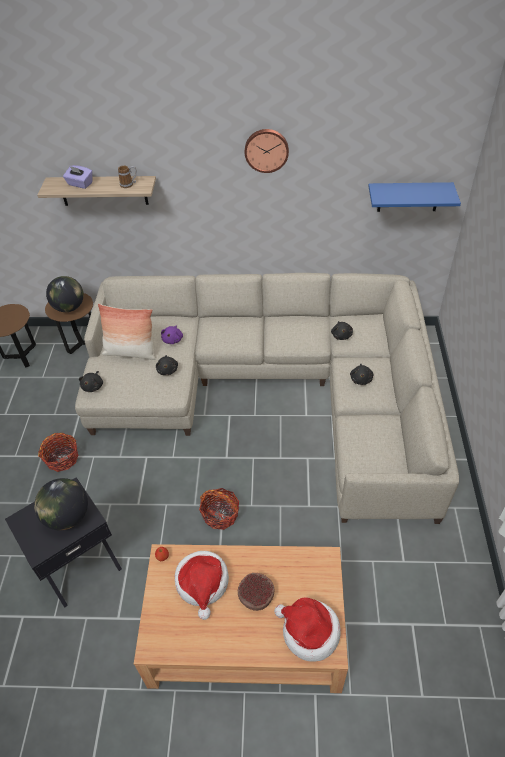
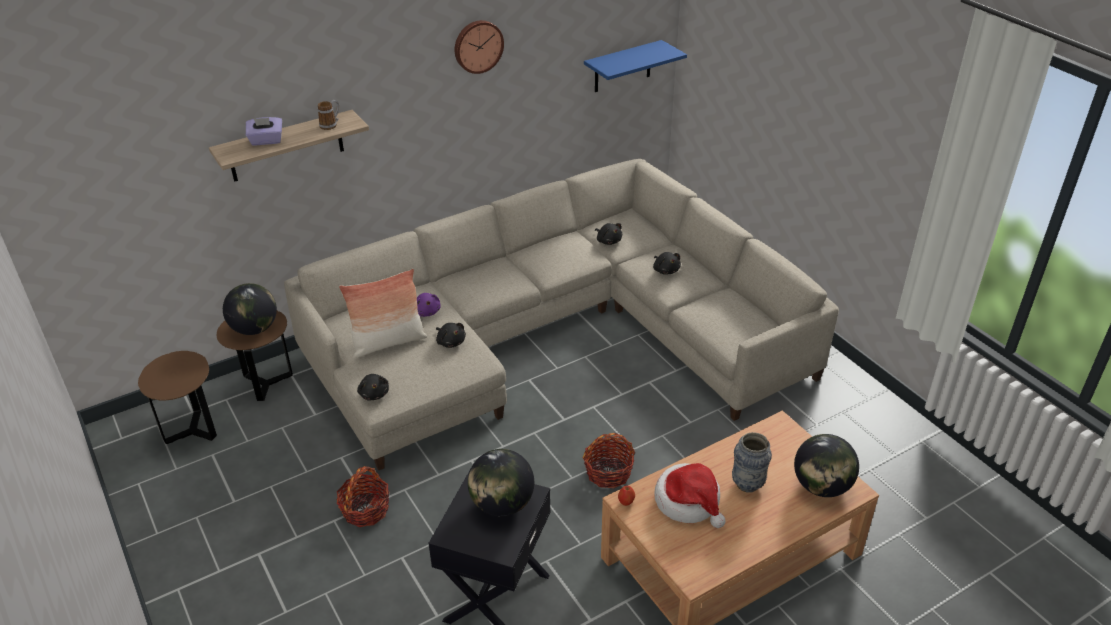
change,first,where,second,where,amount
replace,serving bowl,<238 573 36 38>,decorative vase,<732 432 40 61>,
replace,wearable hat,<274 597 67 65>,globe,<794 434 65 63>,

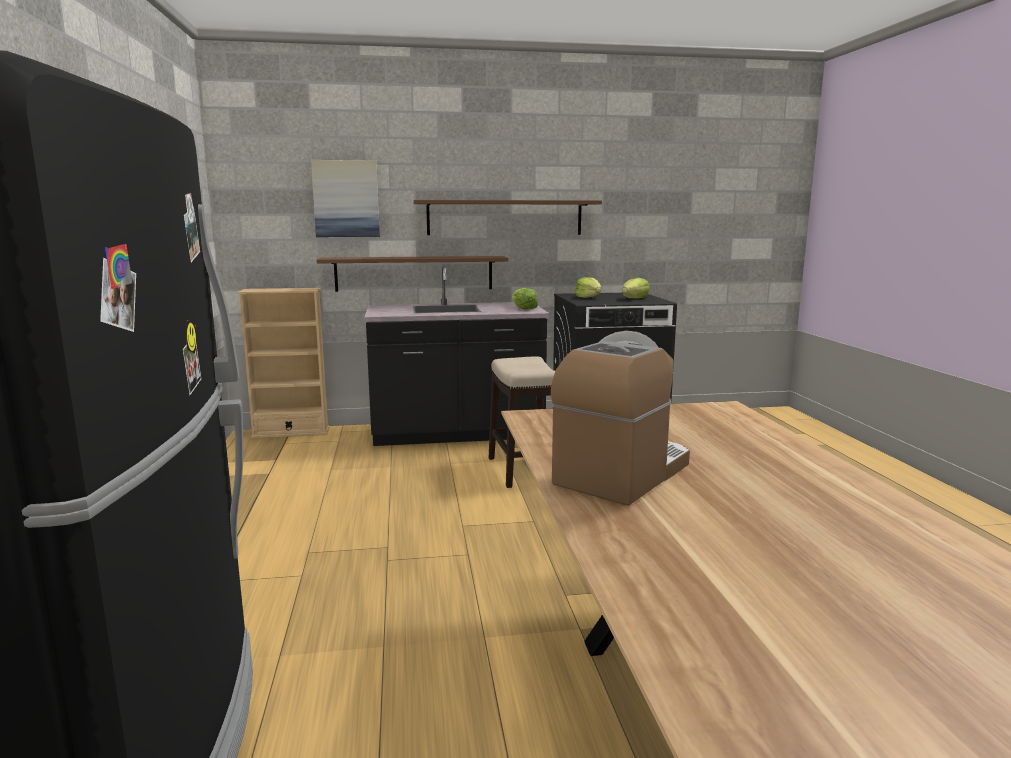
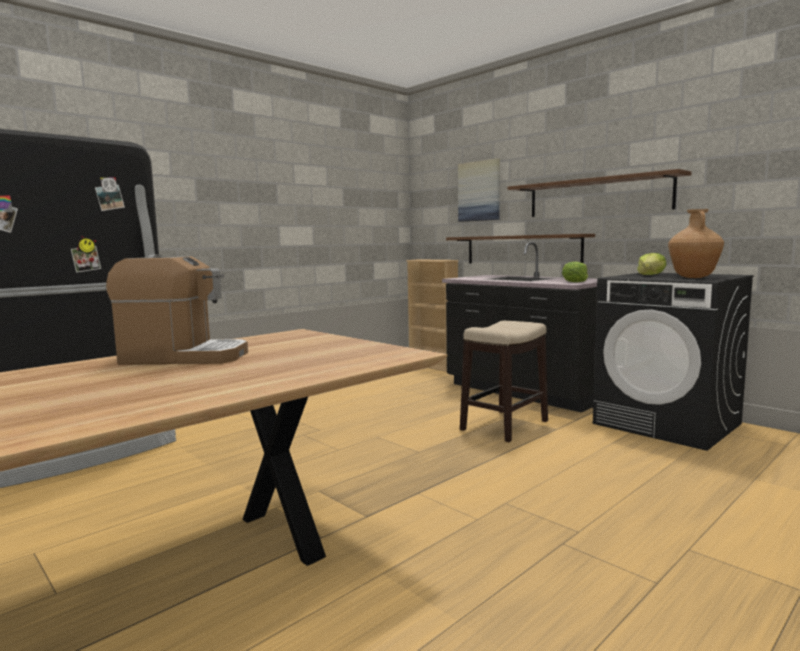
change,first,where,second,where,amount
replace,lettuce,<622 278 28 21>,brownish decorative vase,<668 209 56 69>,

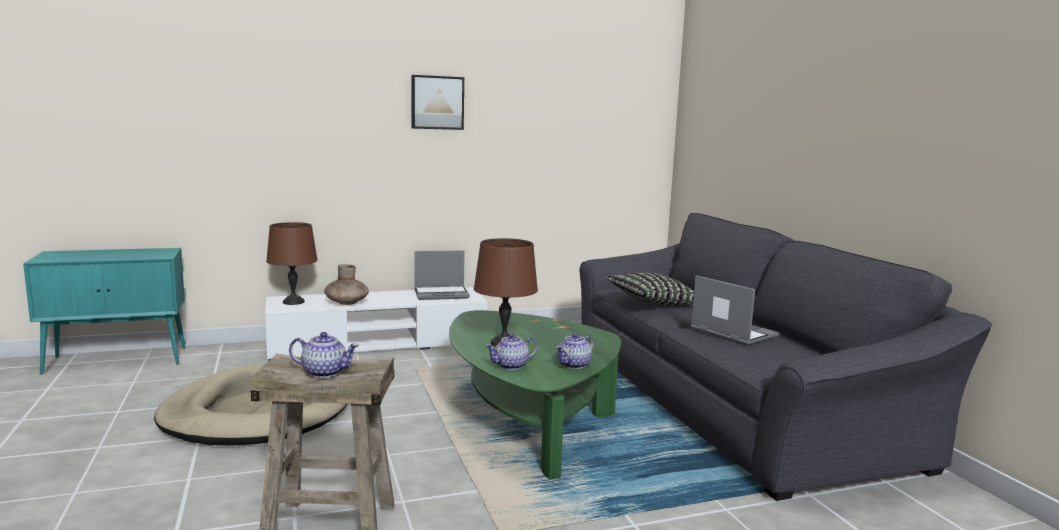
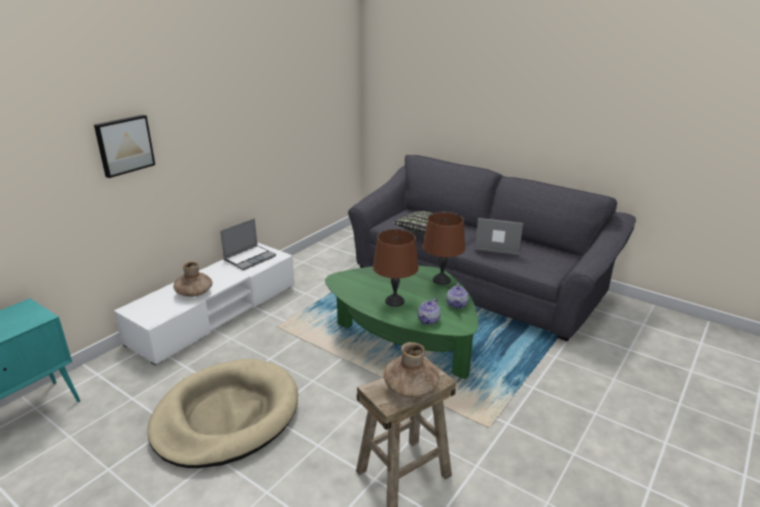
change,first,where,second,where,amount
move,brownish lamp for a table,<266 222 52 83>,,<423 212 43 73>,
move,picture,<412 75 52 55>,,<94 115 61 63>,
replace,tea pot,<289 332 70 46>,brownish decorative vase,<383 342 56 56>,

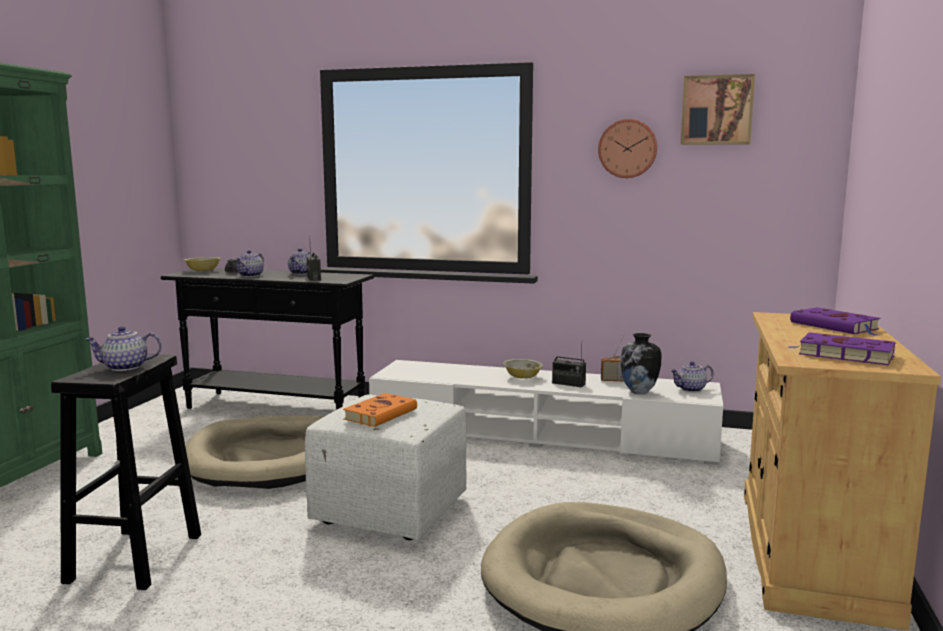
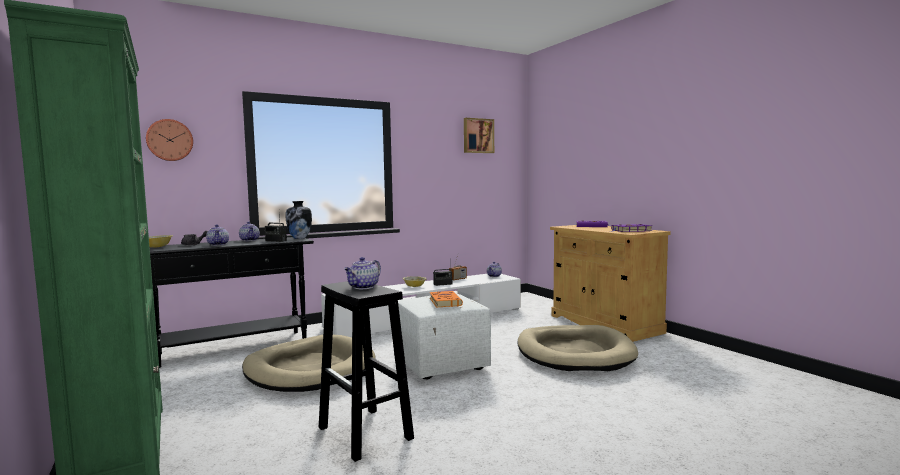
change,first,where,second,where,amount
move,clock on the wall,<598 119 59 59>,,<146 119 47 42>,
move,decorative vase,<620 333 41 61>,,<286 201 26 38>,

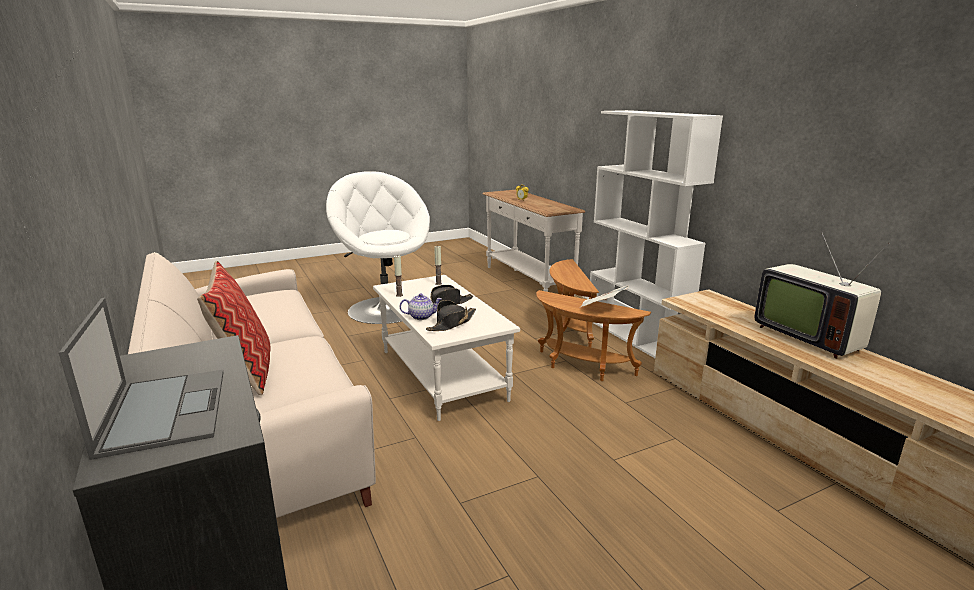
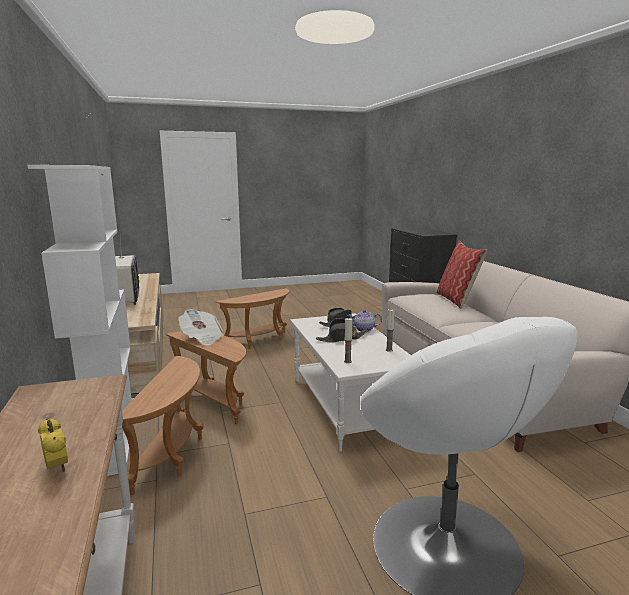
change,first,where,second,where,amount
delete,laptop,<59 298 165 162>,,,
insert,,,brownish accent table,<215 288 74 61>,

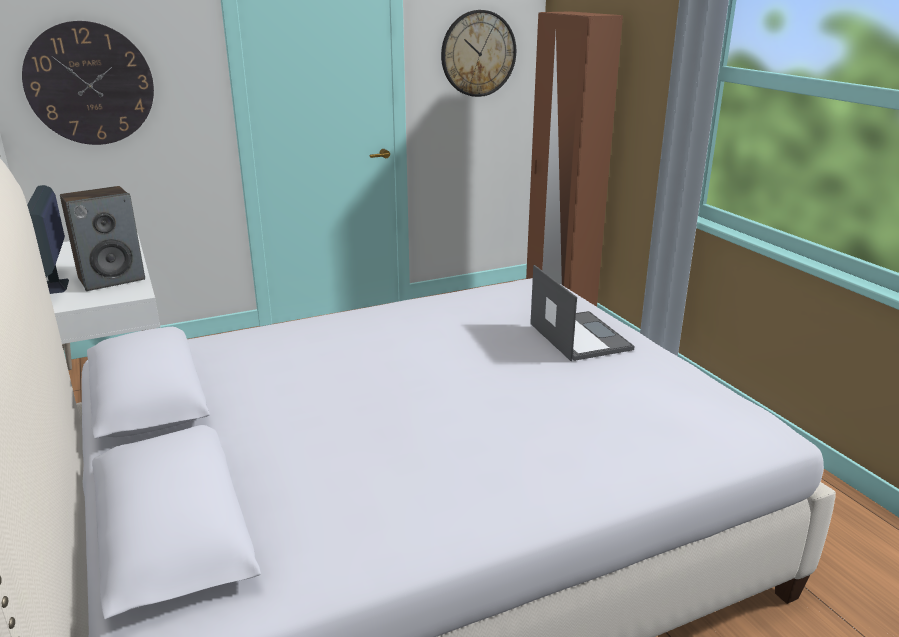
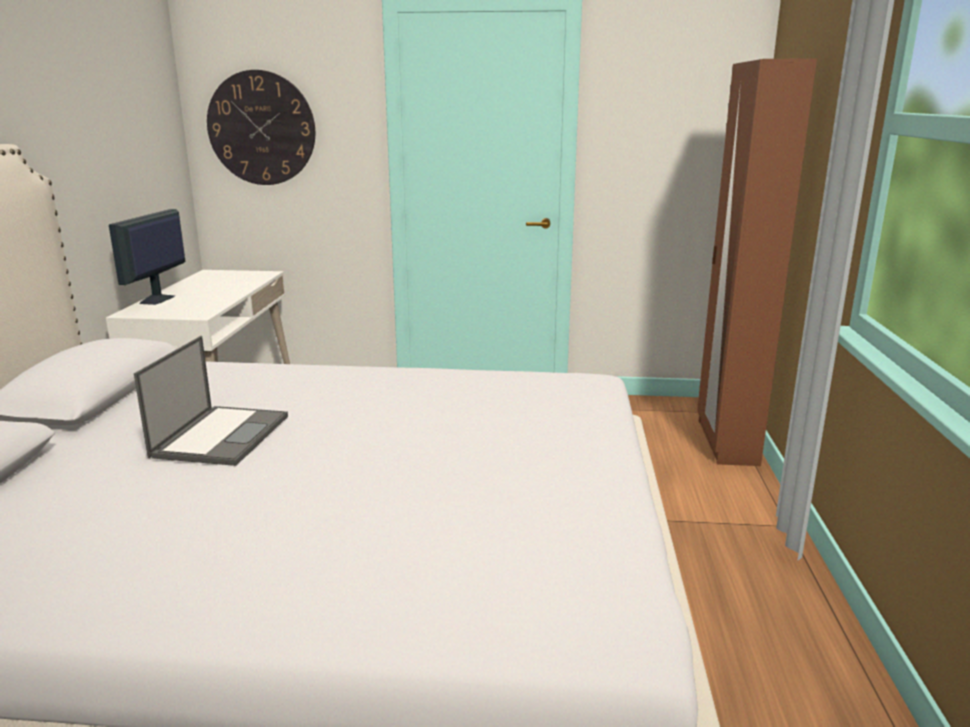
change,first,where,second,where,amount
delete,loudspeaker,<60 186 85 105>,,,
delete,clock on the wall,<441 10 75 87>,,,
move,laptop,<530 265 105 96>,,<134 336 154 130>,

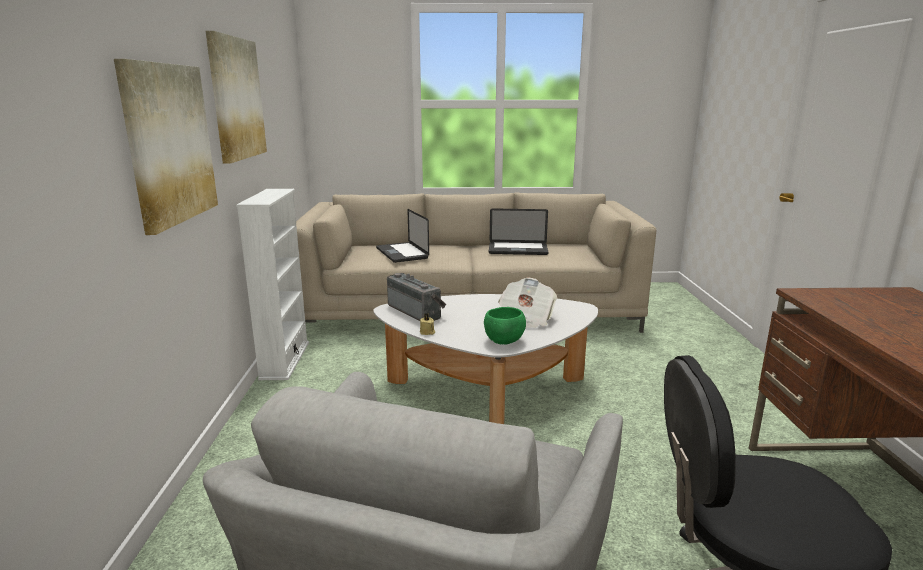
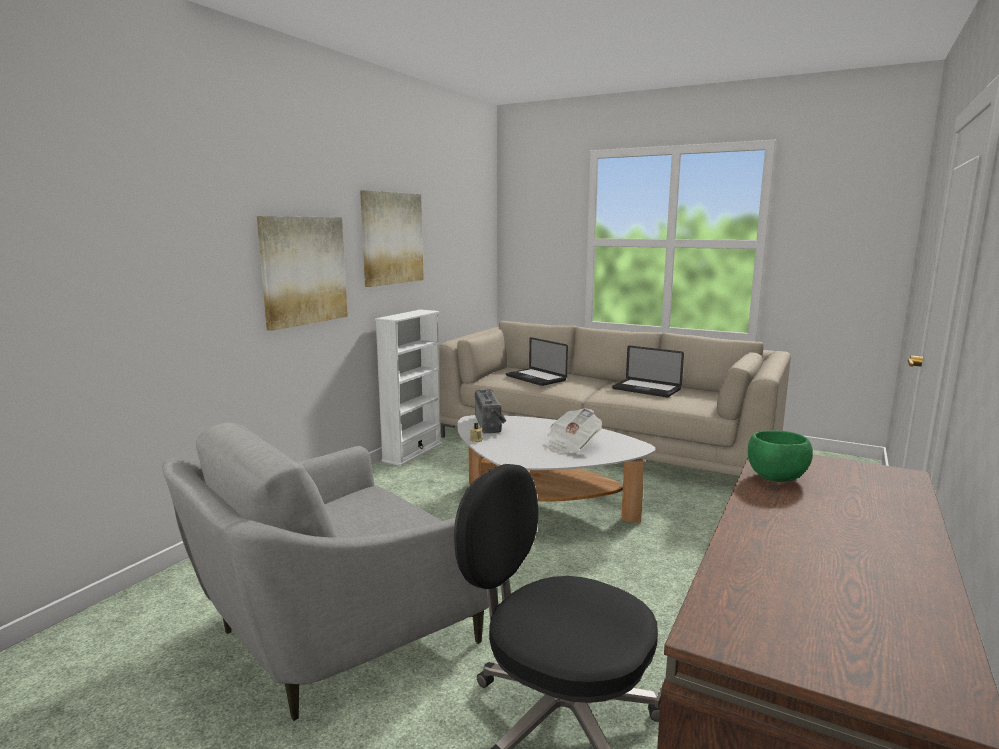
change,first,where,second,where,amount
move,green serving bowl,<484 307 42 38>,,<748 431 65 51>,
rotate,laptop,<376 209 53 54>,,<506 337 62 49>,45 degrees counterclockwise

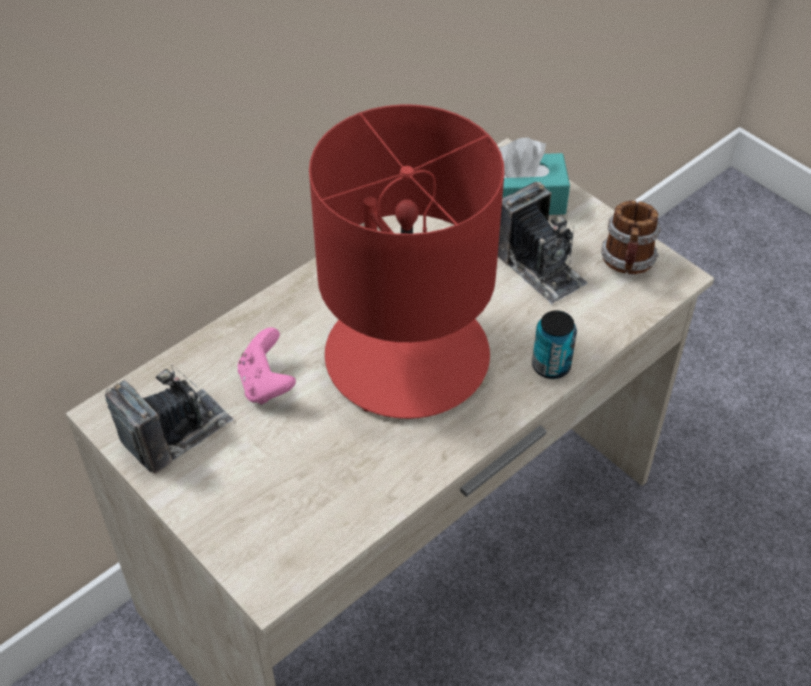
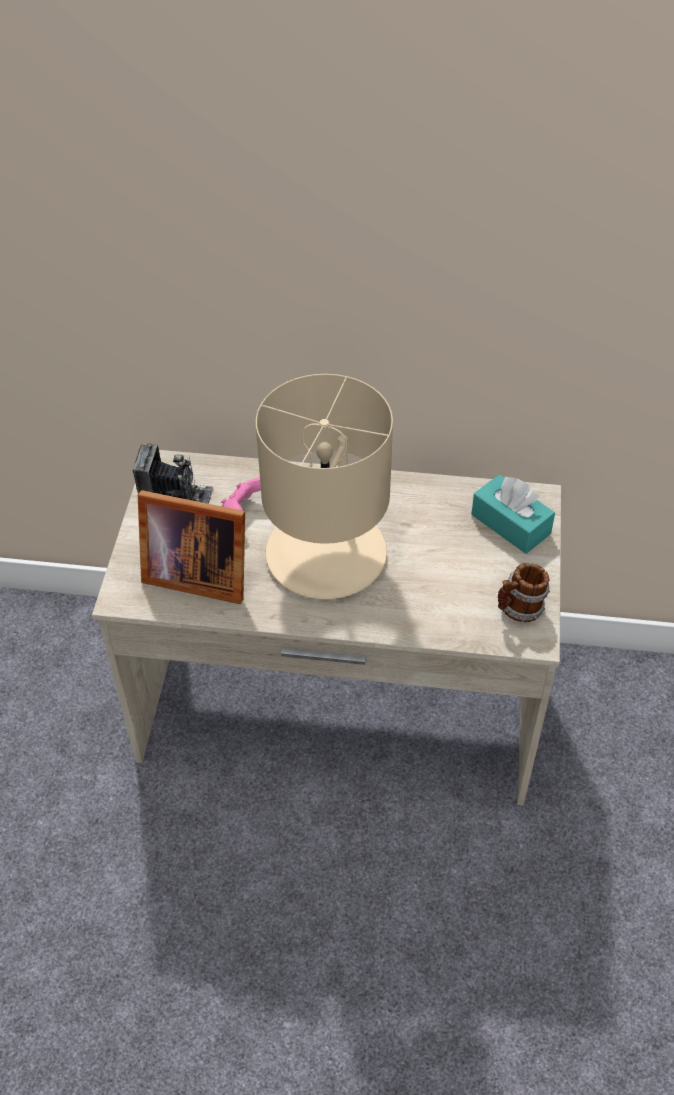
change,first,where,second,where,amount
delete,still camera,<498 182 90 122>,,,
delete,metal can,<532 310 45 69>,,,
insert,,,photo frame,<138 490 107 114>,
recolor,red-coloured lamp for a table,<309 104 195 315>,sand-coloured lamp for a table,<256 374 137 225>,

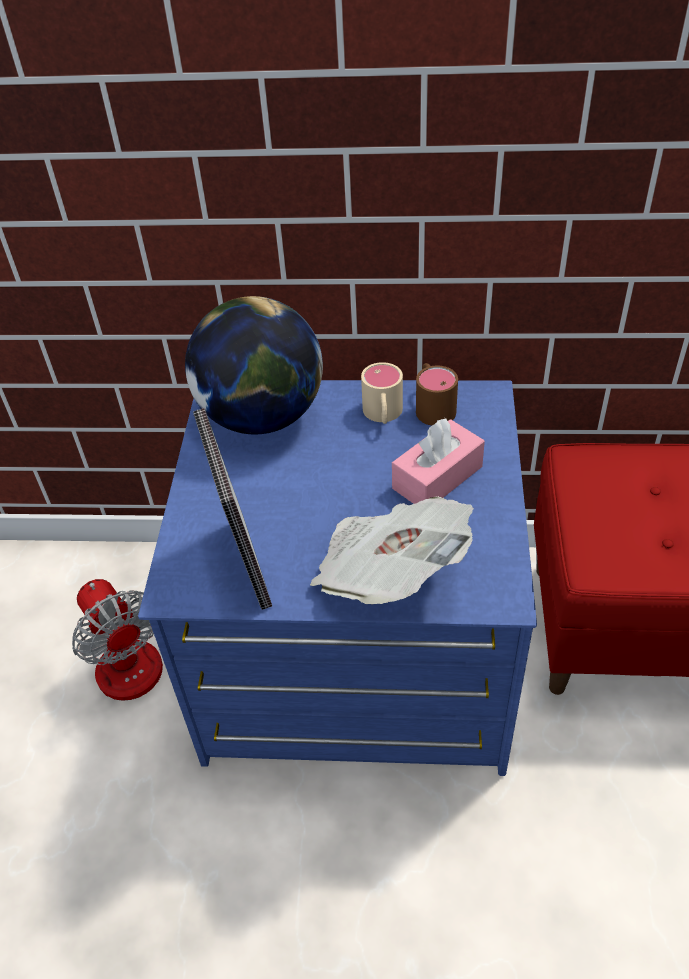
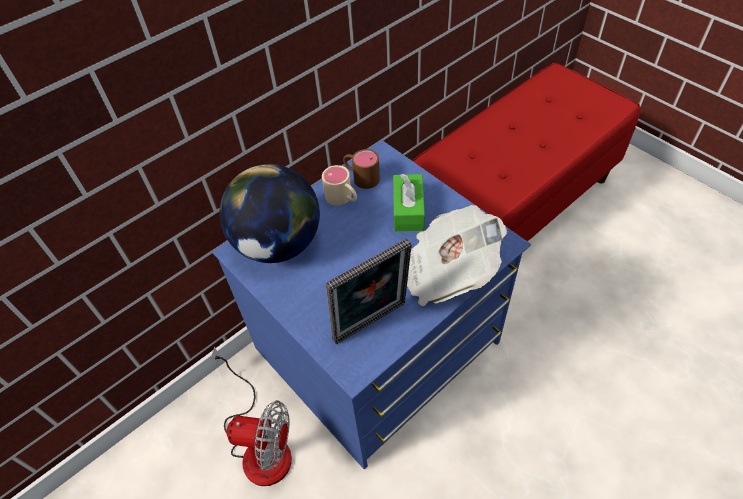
change,first,where,second,where,amount
recolor,pink-coloured tissue holder,<392 418 93 86>,green tissue holder,<393 174 32 57>,
rotate,photo frame,<193 408 79 202>,,<326 239 86 105>,60 degrees counterclockwise

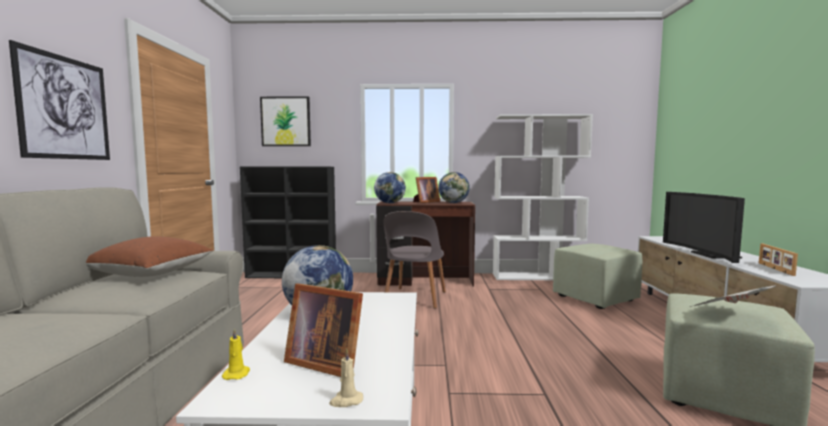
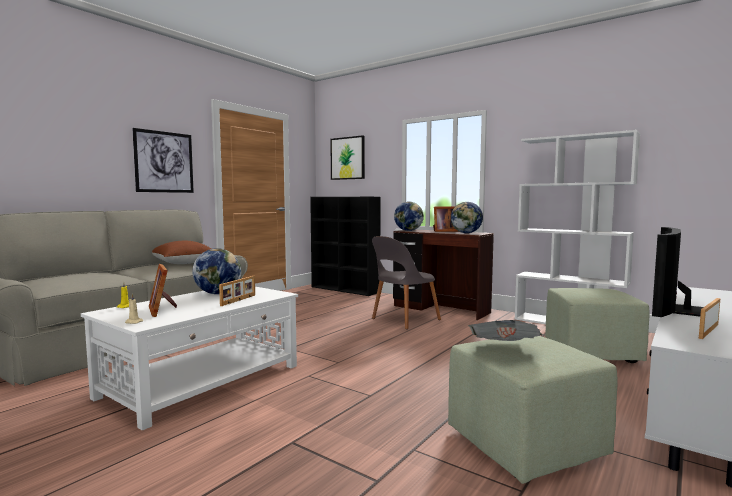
change,first,where,second,where,amount
insert,,,photo frame,<219 276 36 30>,

